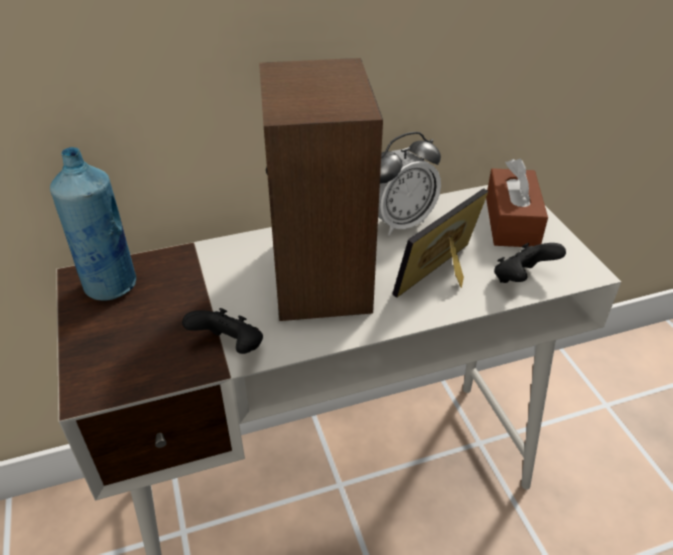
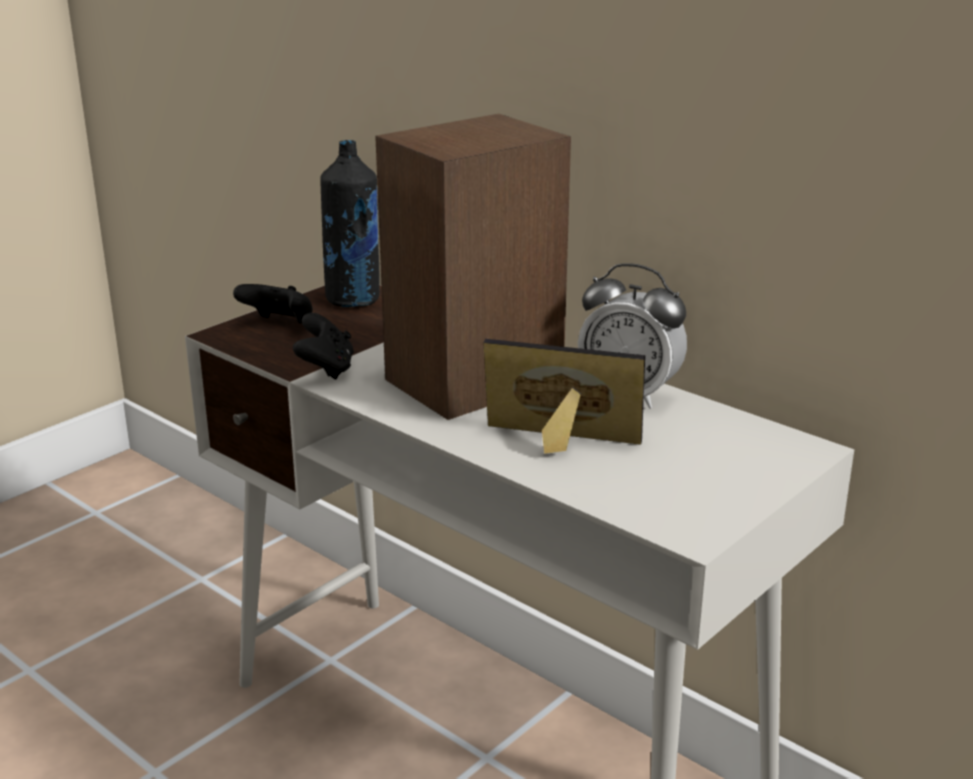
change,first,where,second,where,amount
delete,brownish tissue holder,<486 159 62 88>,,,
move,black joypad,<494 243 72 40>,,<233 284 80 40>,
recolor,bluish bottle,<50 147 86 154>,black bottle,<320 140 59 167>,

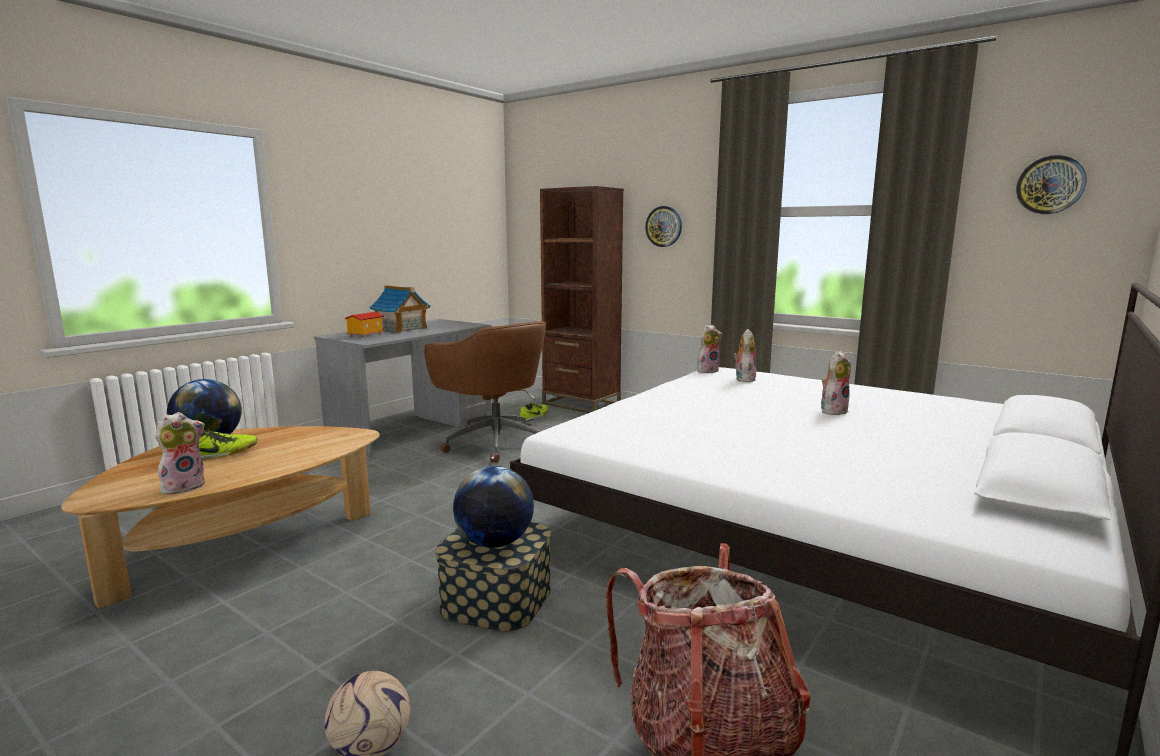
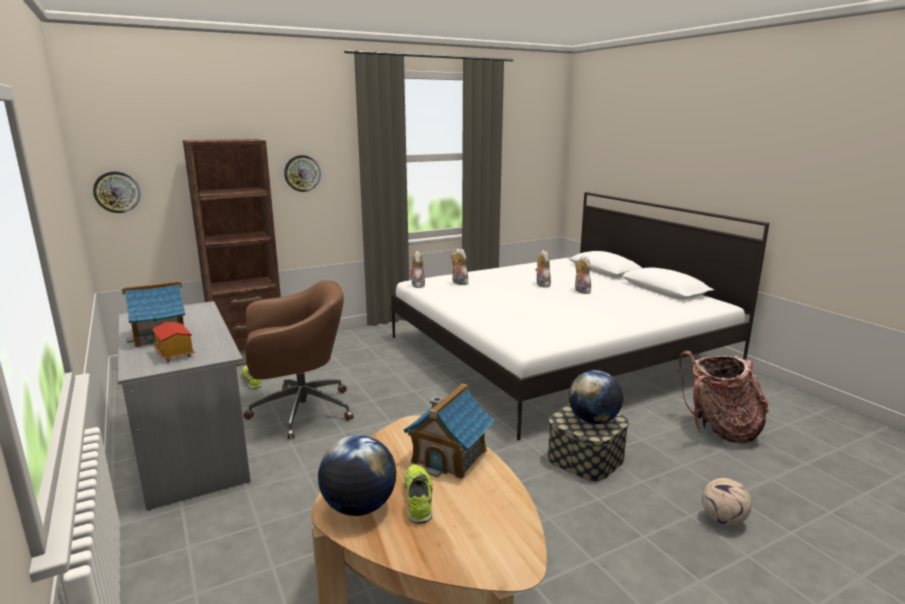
change,first,where,second,where,amount
insert,,,miniature house,<404 383 91 96>,
move,soft toy,<155 412 50 83>,,<575 256 16 38>,
move,clock on the wall,<1016 155 71 59>,,<93 171 47 42>,

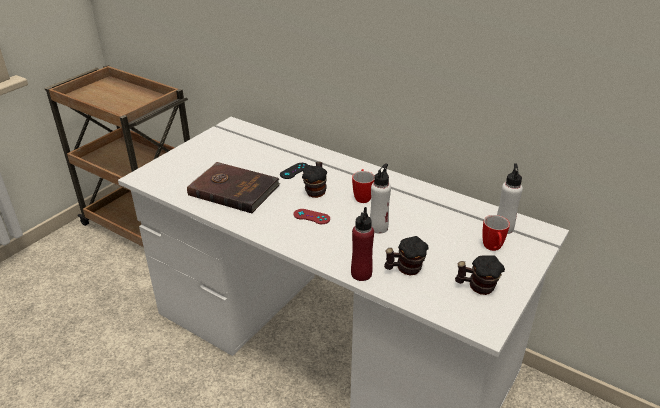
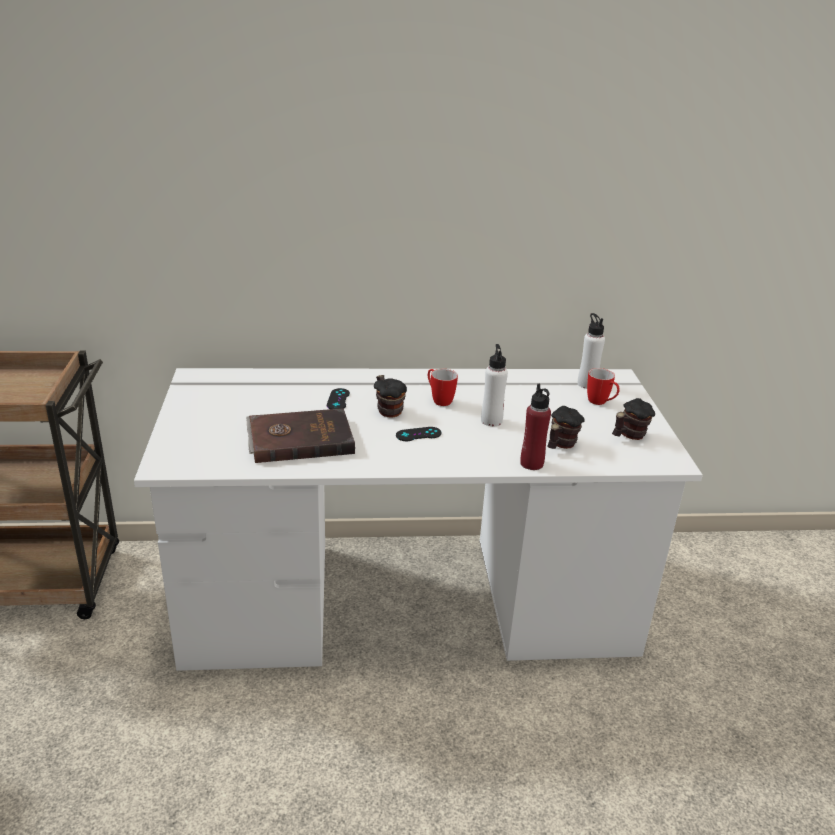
change,first,where,second,where,amount
recolor,red-coloured joypad,<293 209 37 15>,black joypad,<396 427 45 14>,

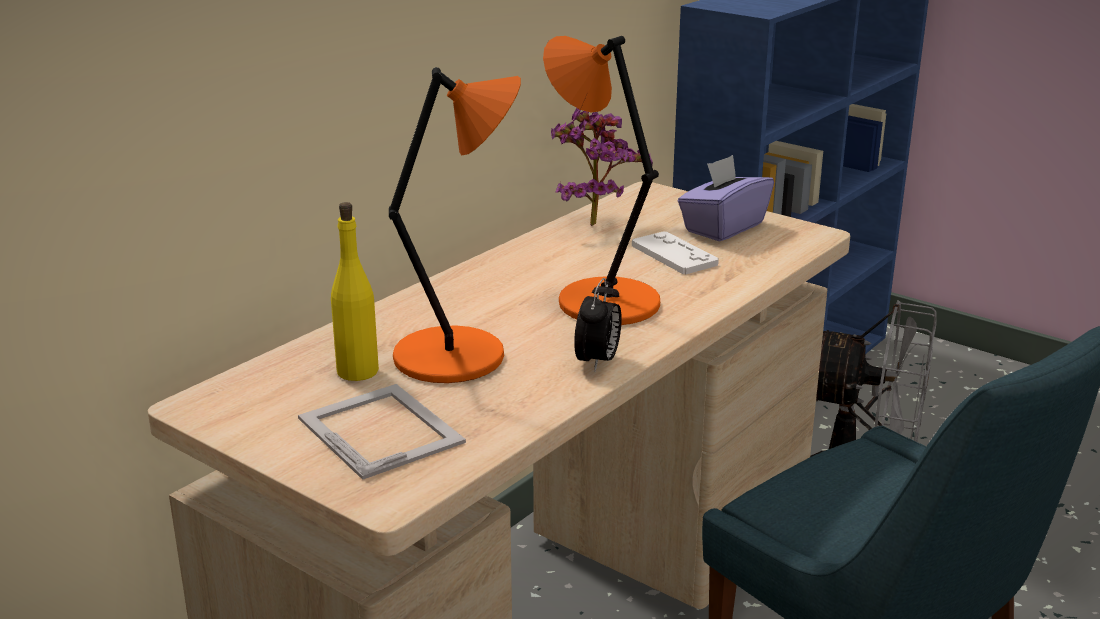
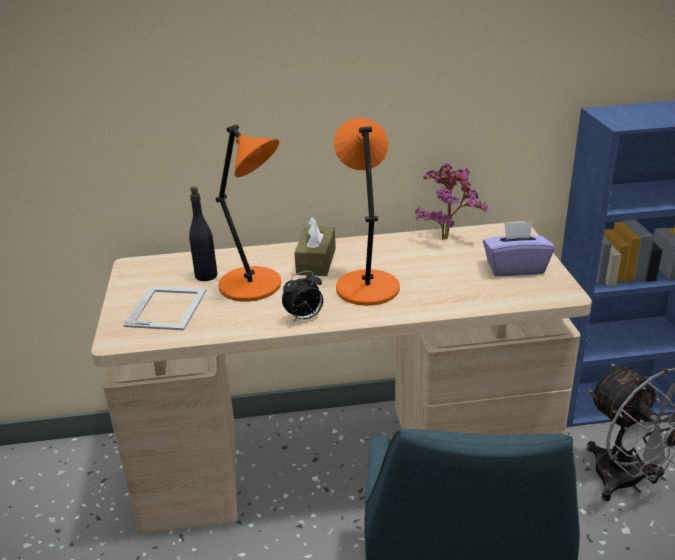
change,first,where,second,where,amount
delete,white-coloured joypad,<632 231 87 43>,,,
insert,,,brownish tissue holder,<294 216 42 60>,
recolor,yellow bottle,<331 202 48 179>,black bottle,<189 186 29 95>,

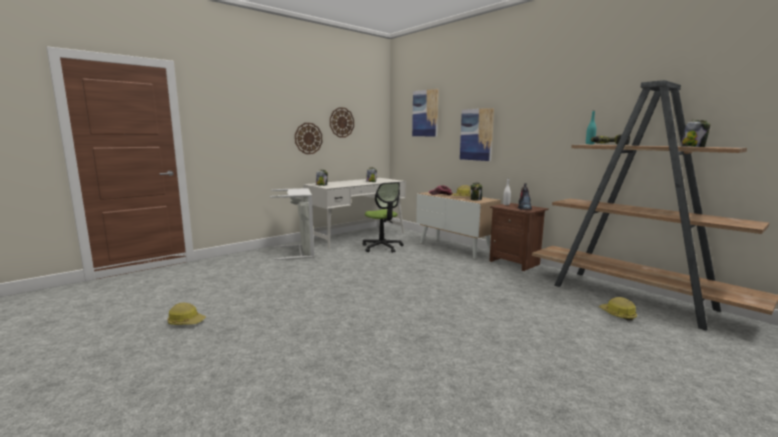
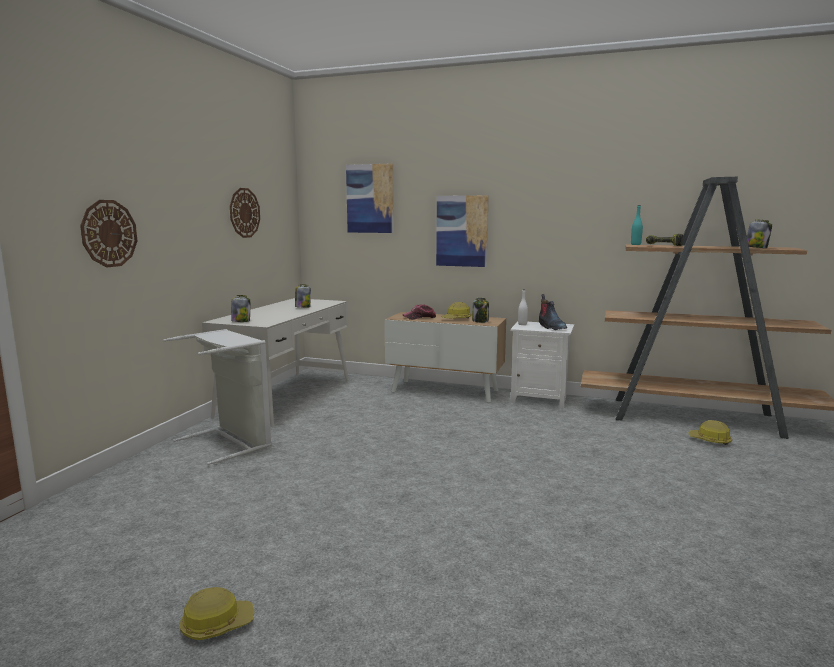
change,first,where,second,where,amount
delete,office chair,<363 182 41 71>,,,
move,clock on the wall,<295 123 27 31>,,<80 200 57 68>,
recolor,brownish bedside table,<489 203 60 68>,white-coloured bedside table,<510 322 64 86>,

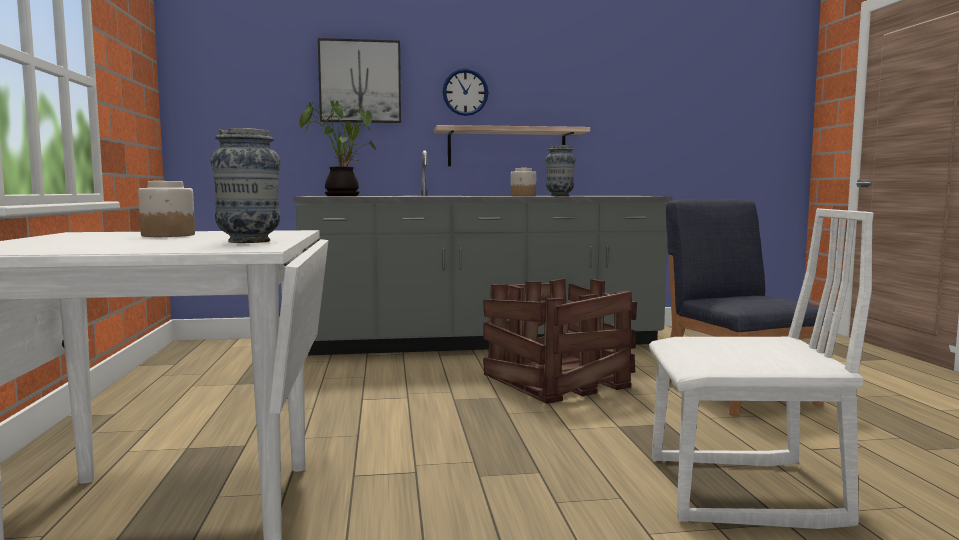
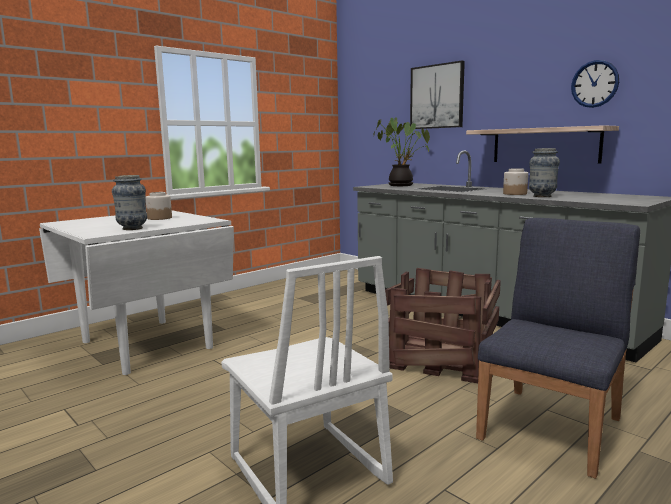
change,first,where,second,where,amount
move,clock on the wall,<443 68 45 48>,,<571 60 48 48>,

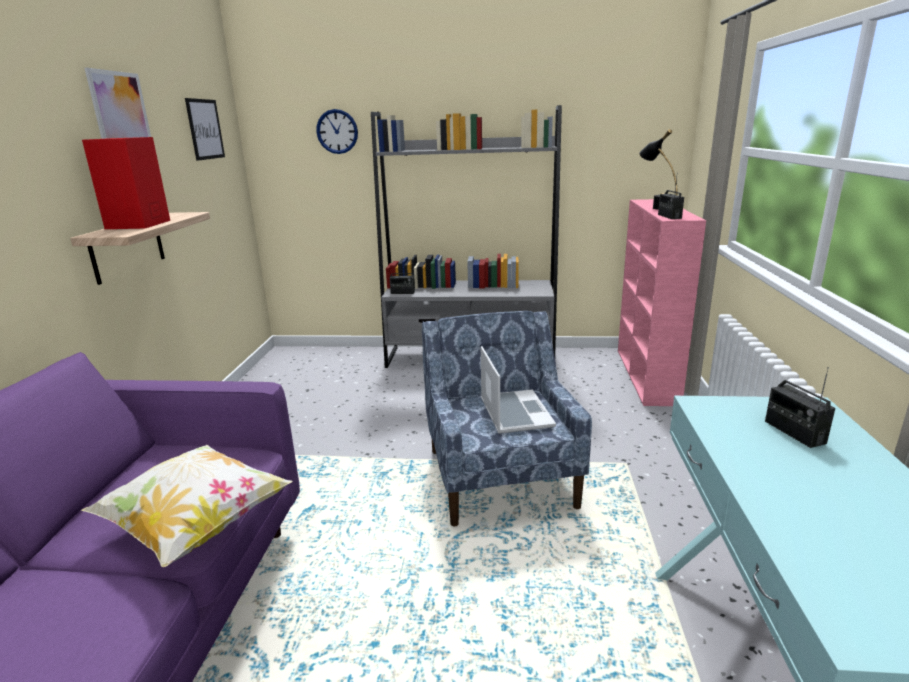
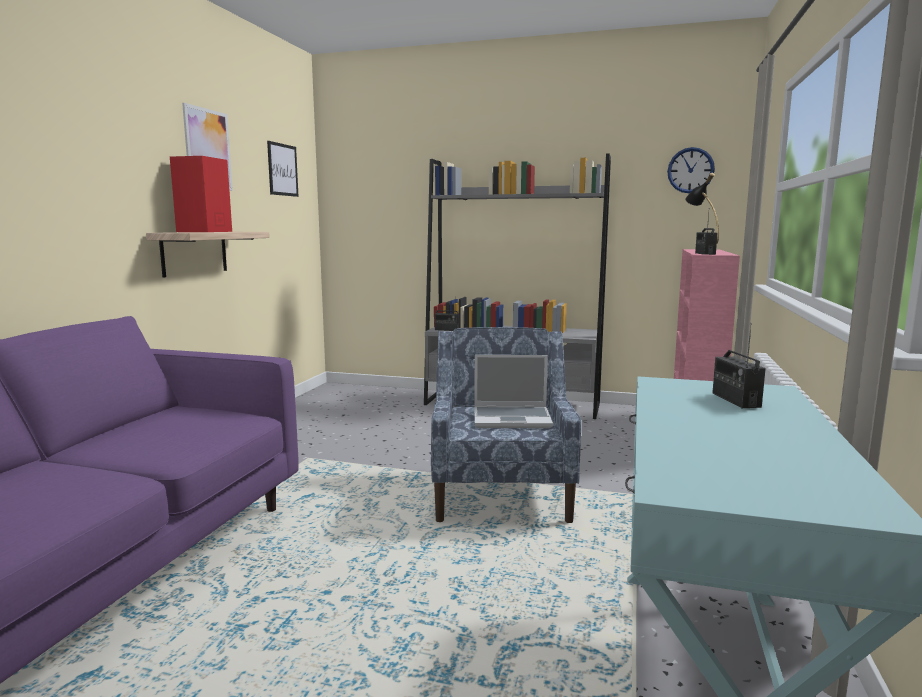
change,first,where,second,where,amount
delete,cushion,<81 445 212 122>,,,
move,clock on the wall,<316 109 42 45>,,<667 147 48 46>,
rotate,laptop,<481 346 75 88>,,<474 355 79 73>,90 degrees clockwise

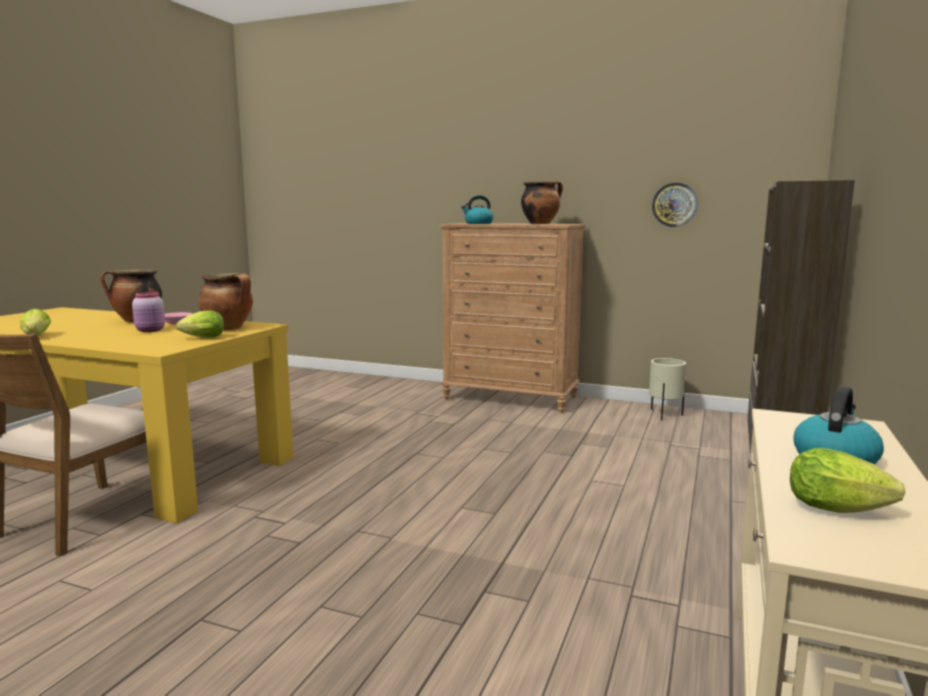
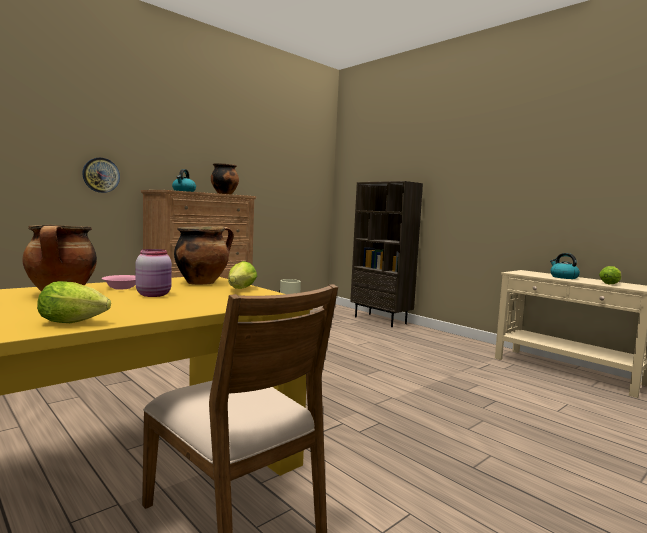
change,first,where,second,where,amount
move,clock on the wall,<652 183 46 44>,,<82 158 38 35>,

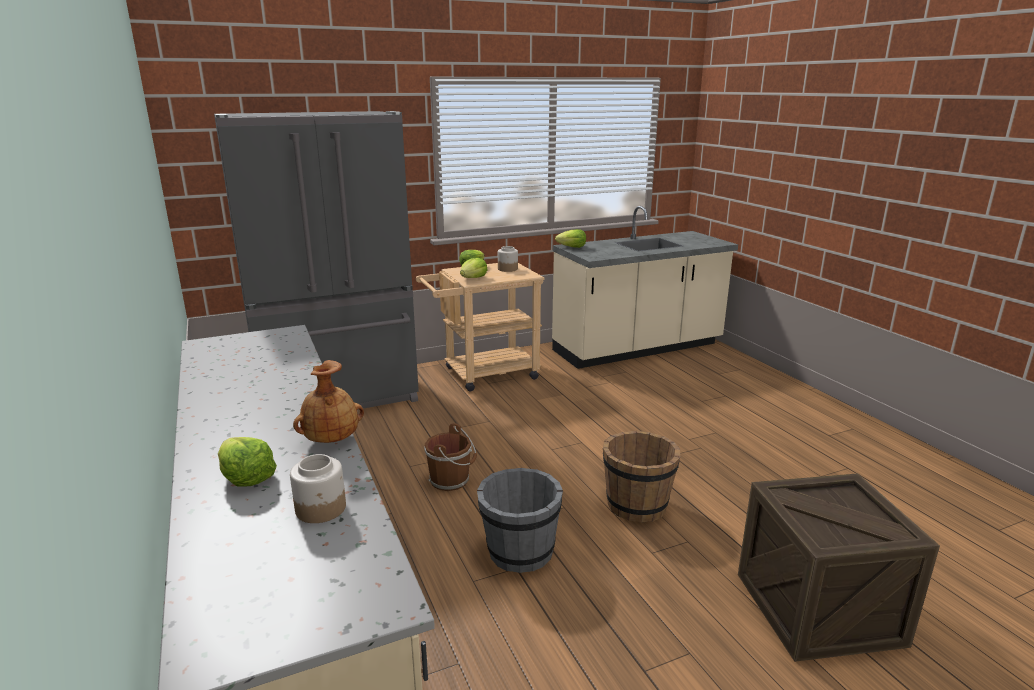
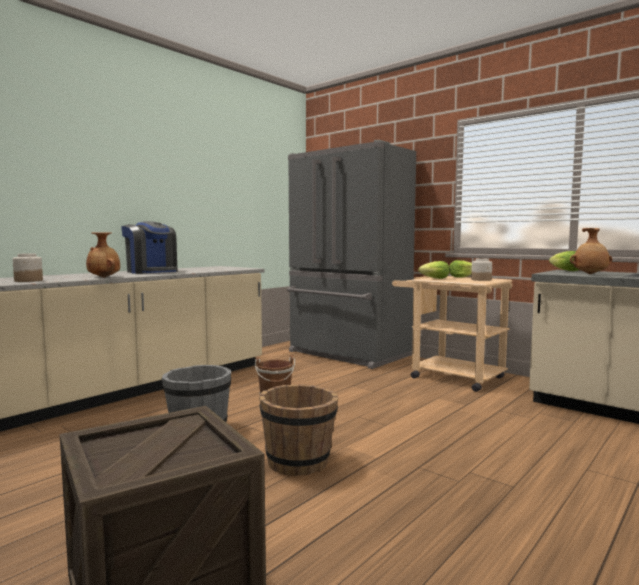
change,first,where,second,where,amount
delete,lettuce,<218 437 59 50>,,,
insert,,,coffee machine,<121 221 57 53>,
insert,,,brownish decorative vase,<570 228 42 46>,

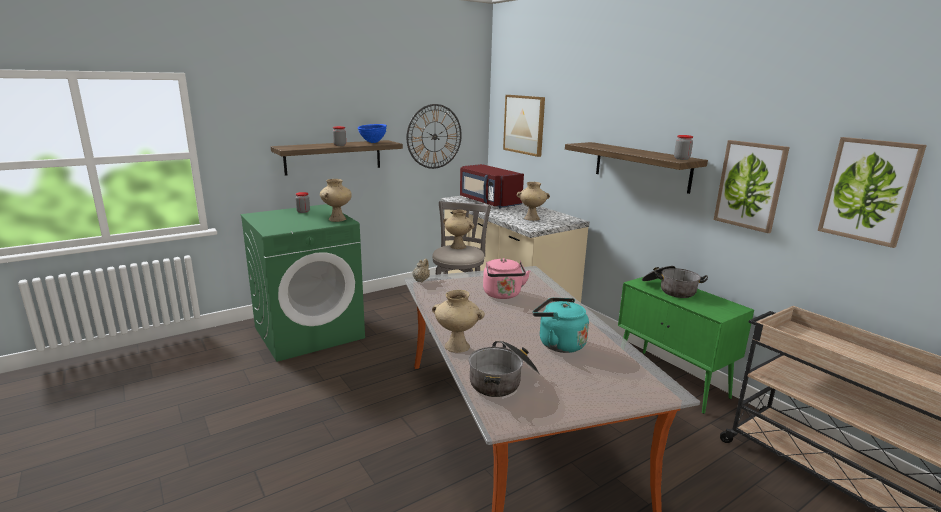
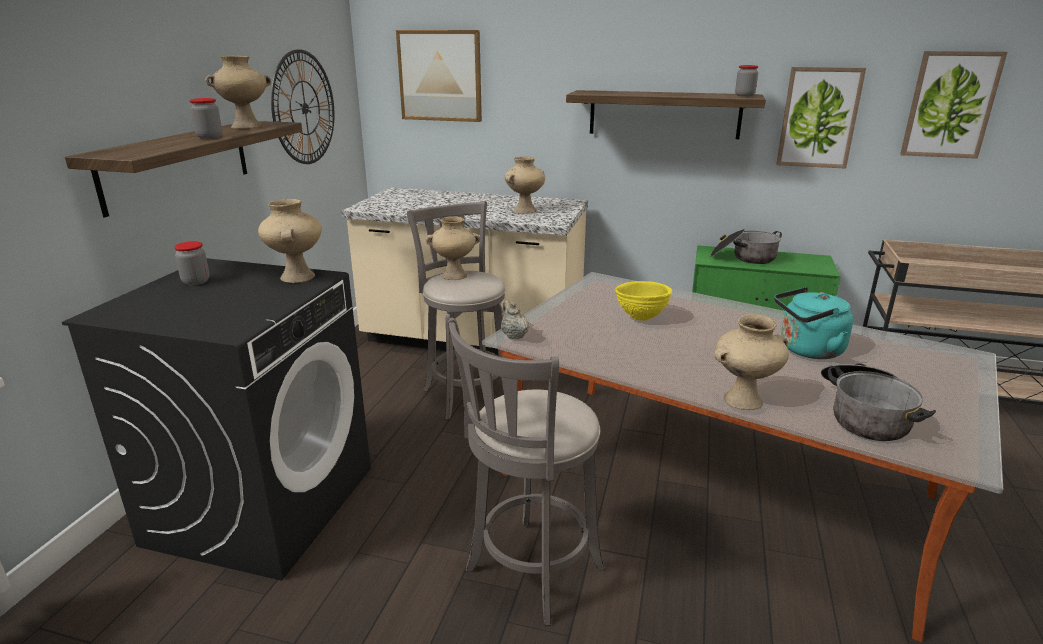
change,first,where,second,where,amount
delete,red-coloured kitchen microwave,<460 164 64 44>,,,
insert,,,grey sitting stool,<447 318 158 308>,
replace,bluish serving bowl,<358 124 29 19>,sand-coloured decorative vase,<205 56 66 73>,
replace,pink-coloured water kettle,<483 258 47 41>,yellow serving bowl,<615 281 57 40>,
recolor,green laundry machine,<240 204 125 158>,black laundry machine,<62 258 309 322>,

